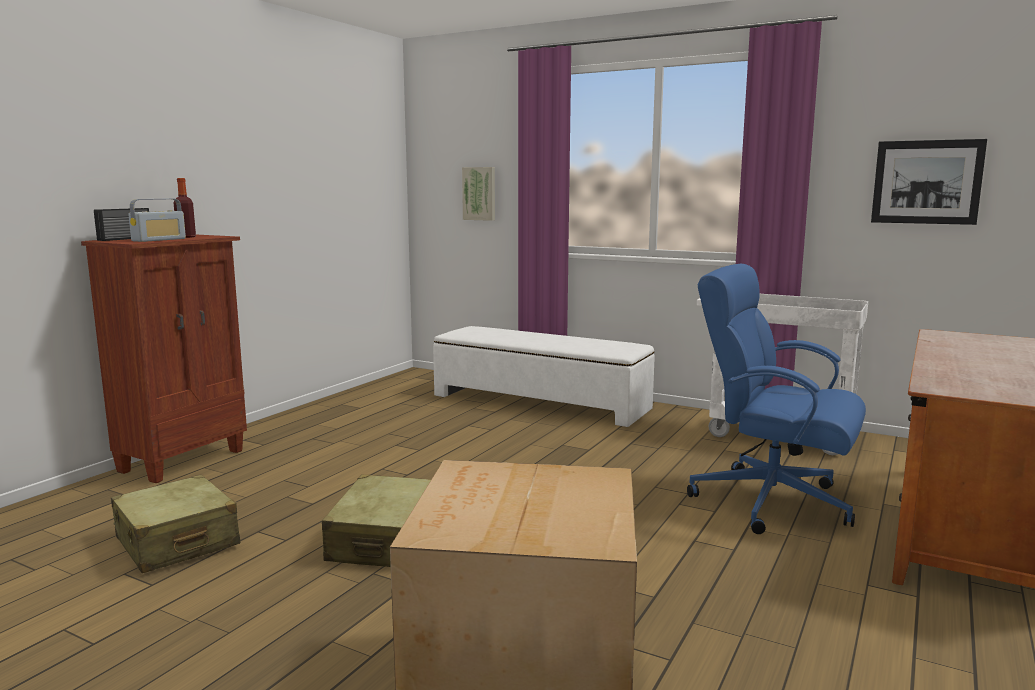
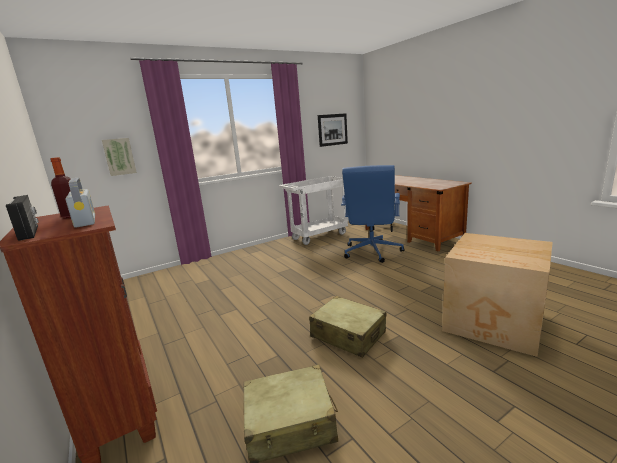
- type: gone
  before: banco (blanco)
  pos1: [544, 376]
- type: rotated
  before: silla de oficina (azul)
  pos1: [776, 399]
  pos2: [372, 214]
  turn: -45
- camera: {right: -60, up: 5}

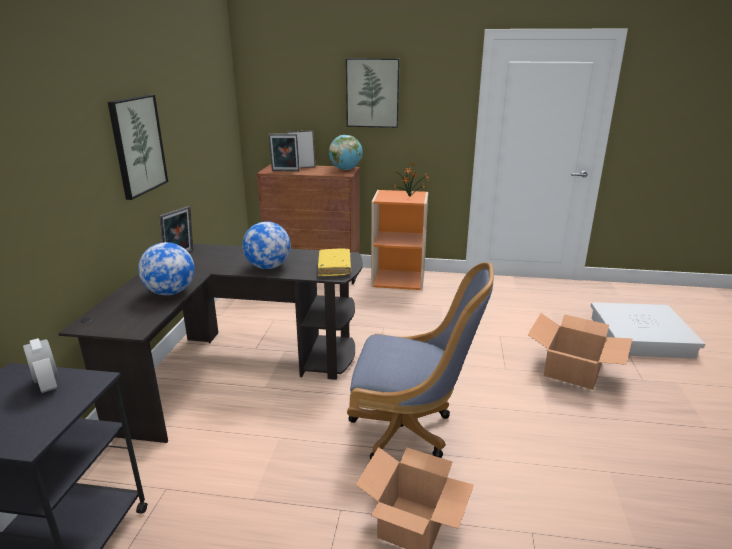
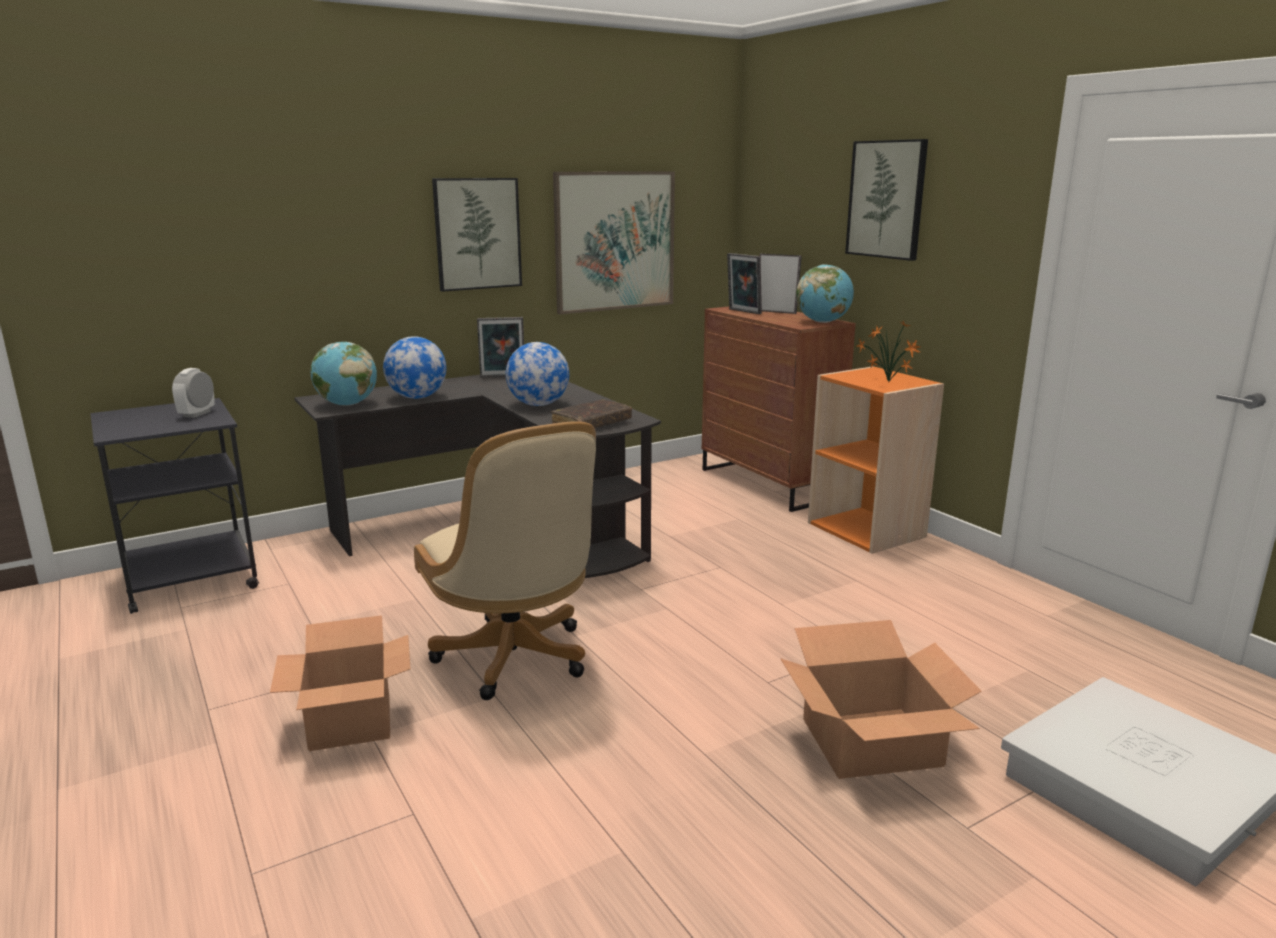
- type: repainted
  before: libro (amarillo)
  after: libro (marrón)
  pos1: [334, 262]
  pos2: [591, 413]
- type: repainted
  before: silla de oficina (azul)
  after: silla de oficina (beis)
  pos1: [420, 361]
  pos2: [505, 560]
- type: new
  after: globo terráqueo
  pos2: [344, 374]
- type: new
  after: cuadro
  pos2: [614, 242]
- camera: {right: 50, up: -5}

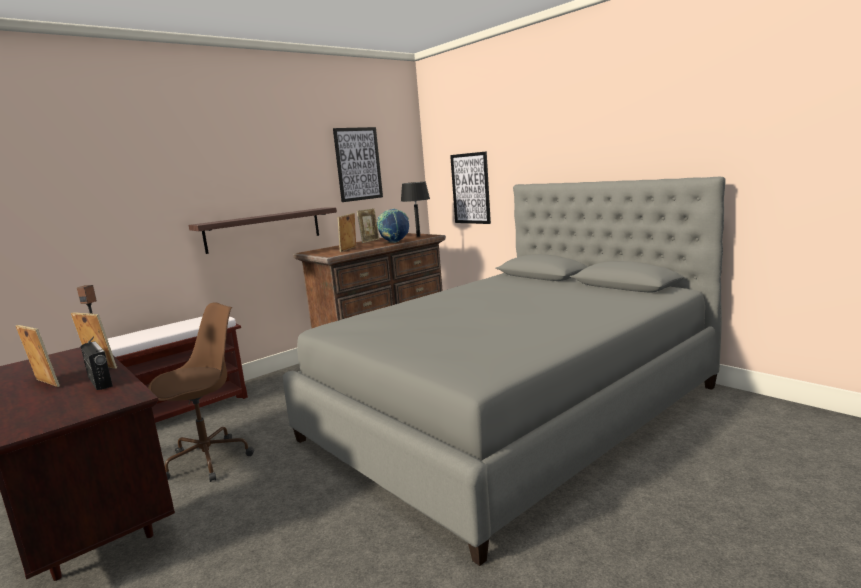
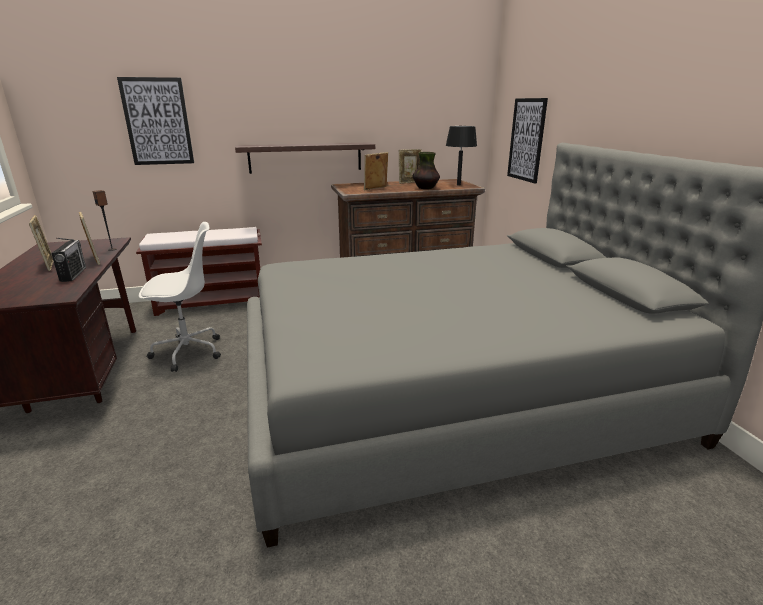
- type: repainted
  before: silla de oficina (marrón)
  after: silla de oficina (blanco)
  pos1: [201, 392]
  pos2: [180, 297]
- type: shifted
  before: cuadro
  pos1: [358, 164]
  pos2: [155, 121]
- type: swapped
  before: globo terráqueo
  after: florero
  pos1: [393, 225]
  pos2: [426, 170]
- camera: {right: 25, up: 10}

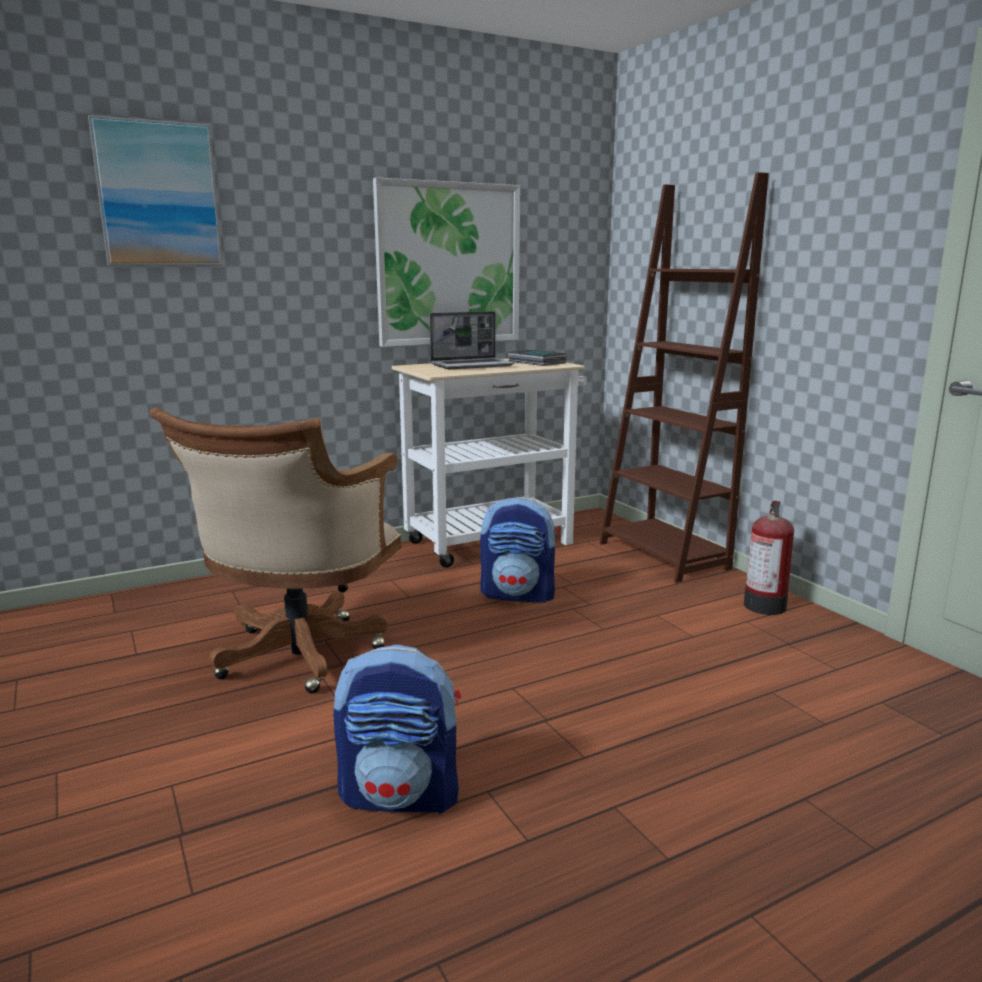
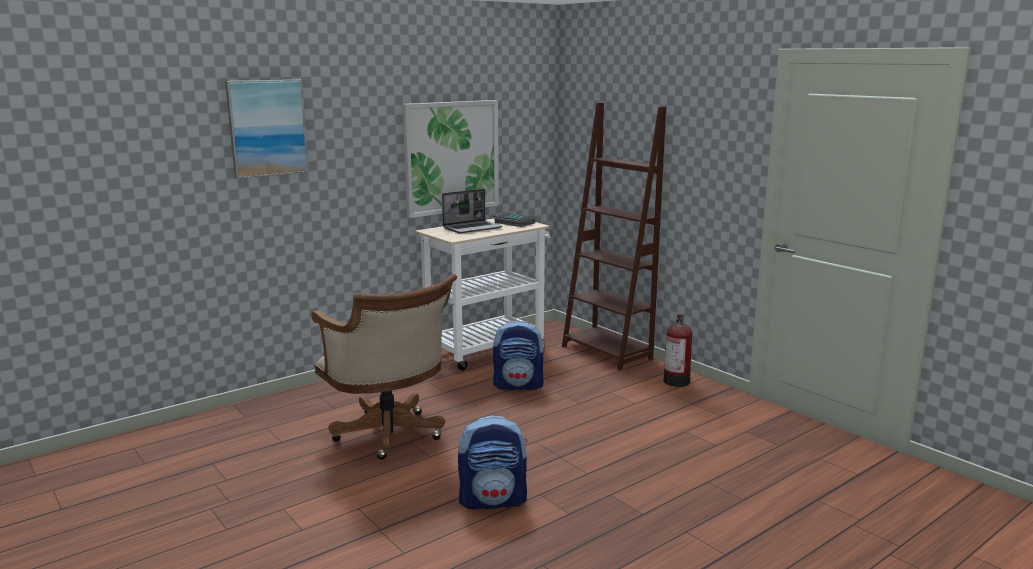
- type: rotated
  before: silla de oficina
  pos1: [276, 550]
  pos2: [384, 367]
  turn: -45
- camera: {right: -10, up: 0}

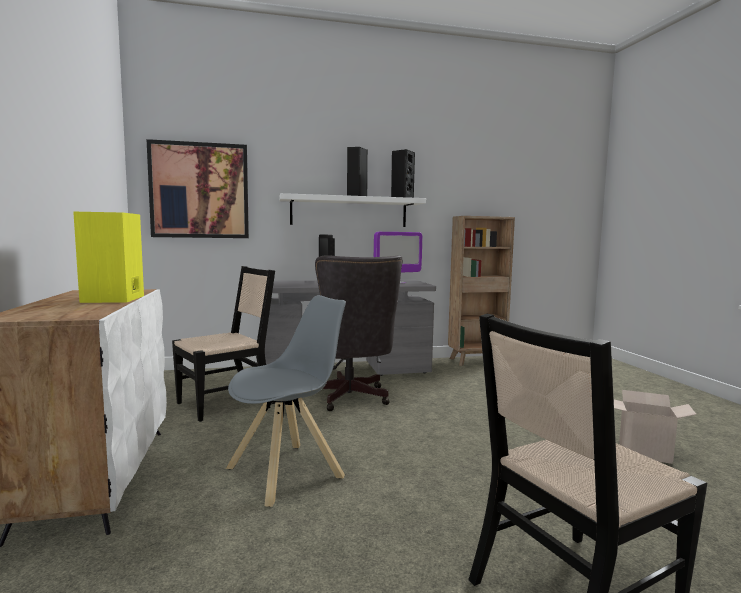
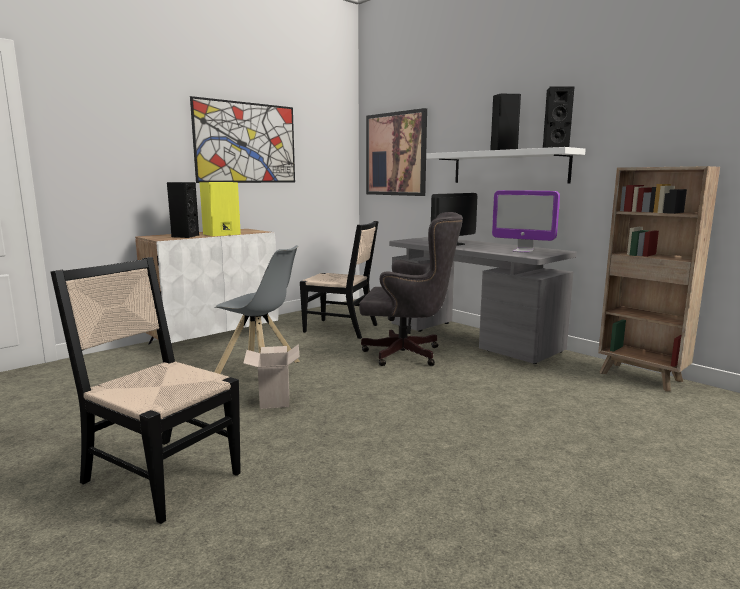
- type: rotated
  before: silla de oficina (gris)
  pos1: [359, 333]
  pos2: [411, 289]
  turn: -120
- type: shifted
  before: caja de cartón
  pos1: [655, 427]
  pos2: [271, 376]
- type: new
  after: altavoz (negro)
  pos2: [183, 210]
- type: new
  after: cuadro
  pos2: [242, 139]
- camera: {right: 60, up: 5}

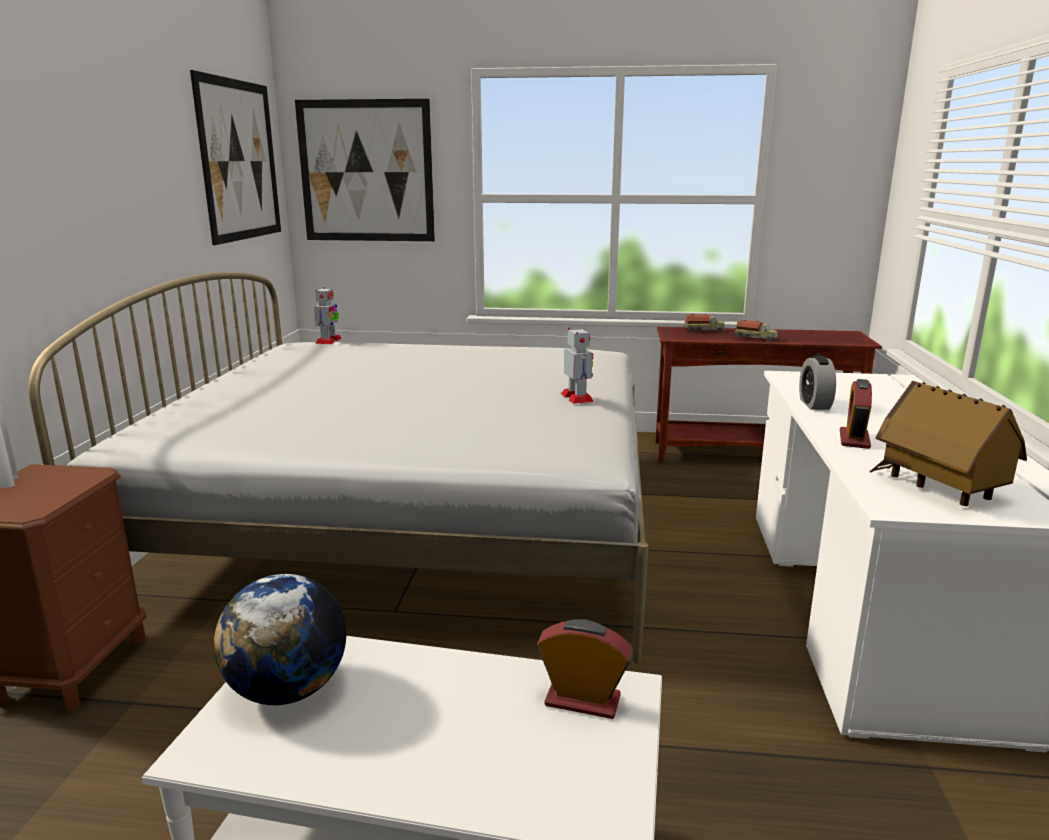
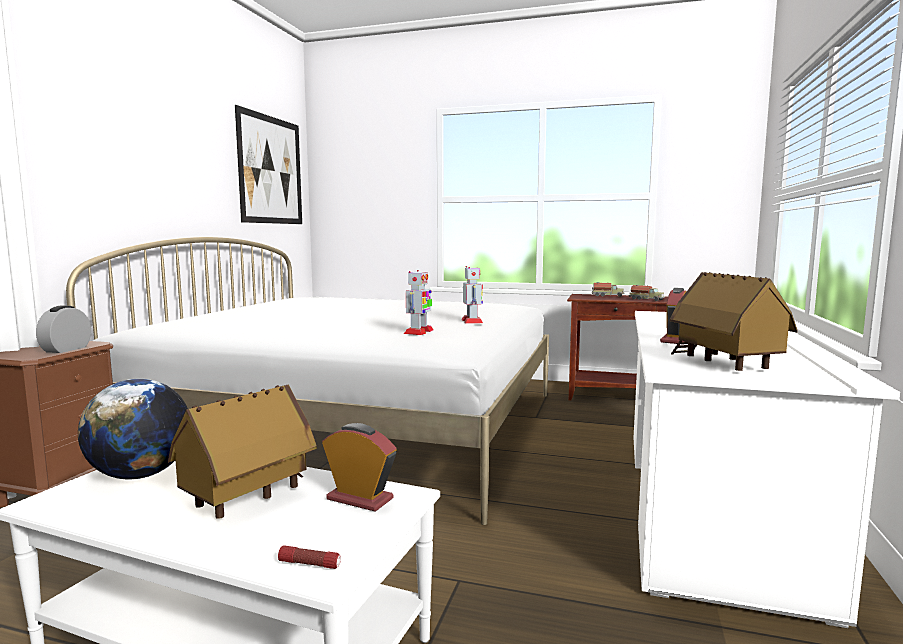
- type: gone
  before: cuadro
  pos1: [365, 170]
- type: shifted
  before: robot de juguete
  pos1: [328, 315]
  pos2: [418, 302]
- type: shifted
  before: despertador
  pos1: [817, 383]
  pos2: [63, 329]
- type: new
  after: casita
  pos2: [242, 451]
- type: new
  after: linterna
  pos2: [309, 557]
- camera: {right: 10, up: -10}

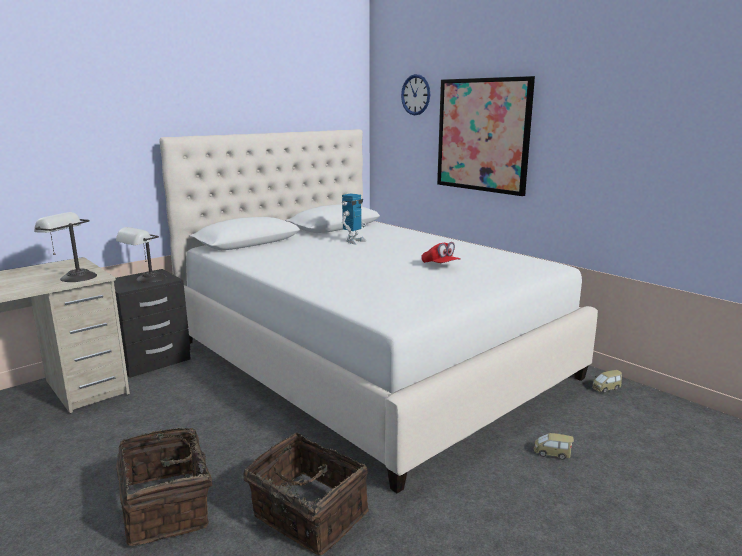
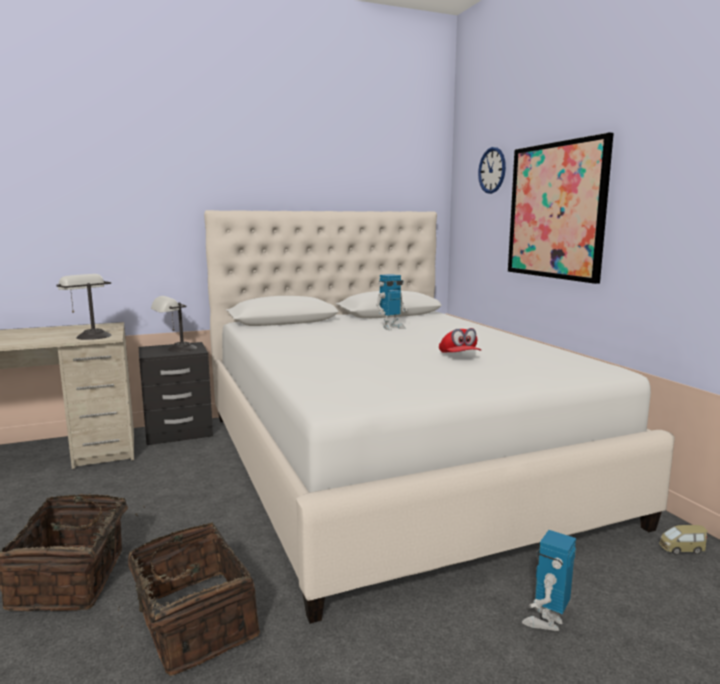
- type: swapped
  before: coche de juguete
  after: robot de juguete
  pos1: [554, 446]
  pos2: [549, 580]
- camera: {right: 20, up: -5}

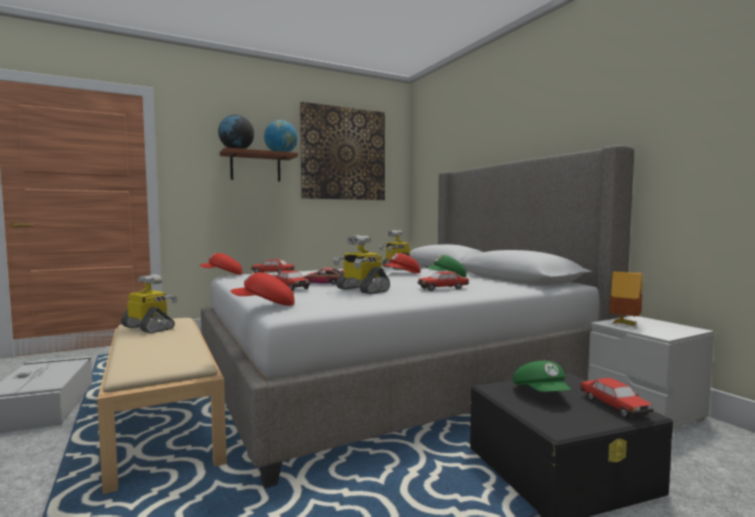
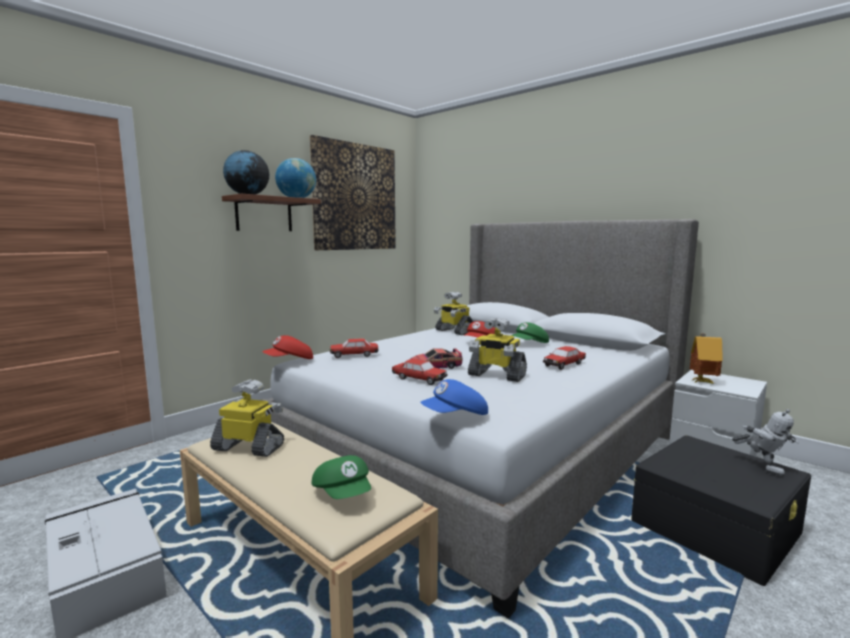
- type: repainted
  before: gorra (rojo)
  after: gorra (azul)
  pos1: [262, 289]
  pos2: [454, 397]
- type: shifted
  before: gorra (verde)
  pos1: [542, 376]
  pos2: [341, 477]
- type: swapped
  before: coche de juguete
  after: robot de juguete
  pos1: [616, 398]
  pos2: [765, 442]
- camera: {right: -20, up: 5}

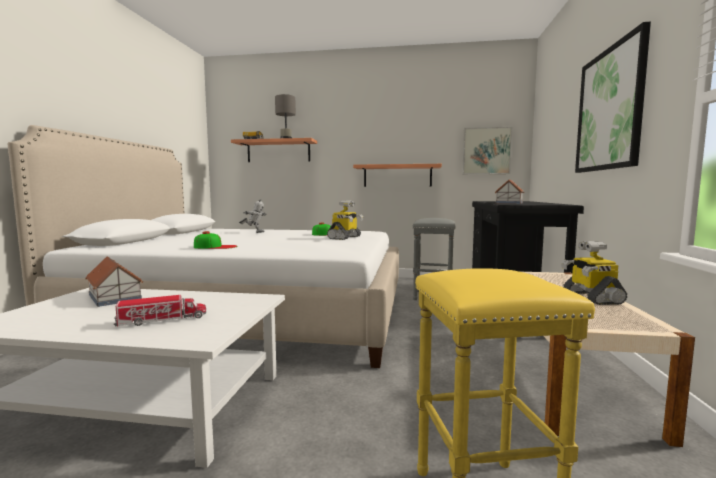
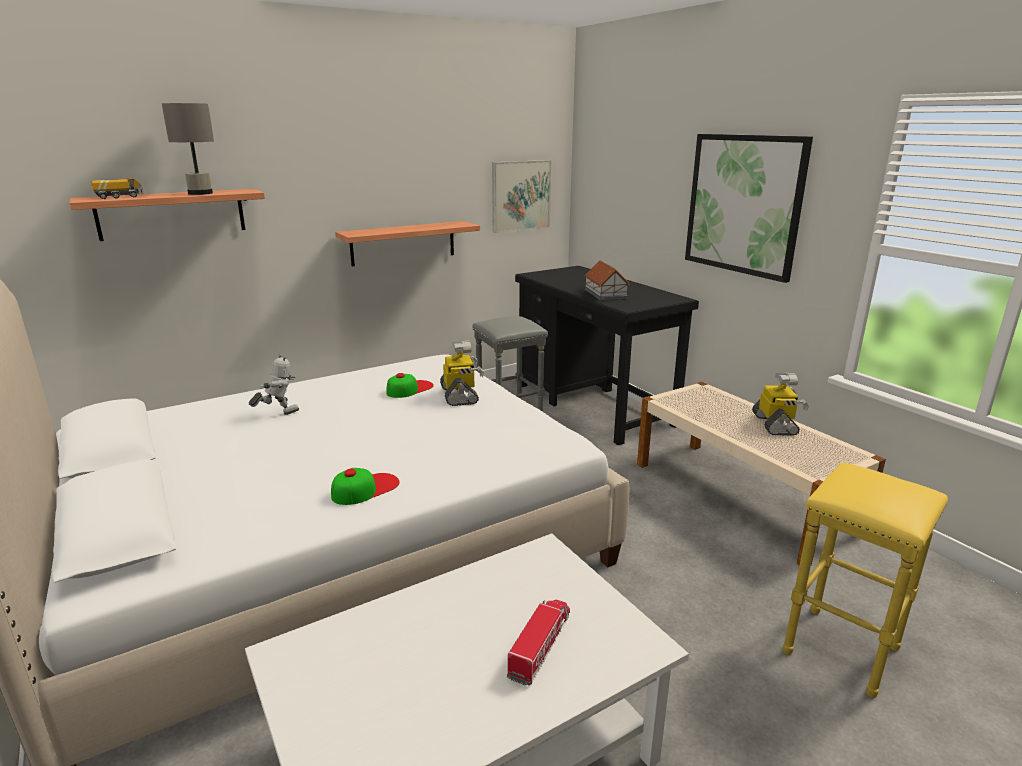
- type: gone
  before: casita
  pos1: [114, 281]
- type: rotated
  before: robot de juguete
  pos1: [594, 273]
  pos2: [780, 404]
  turn: -135
- camera: {right: -40, up: 15}

